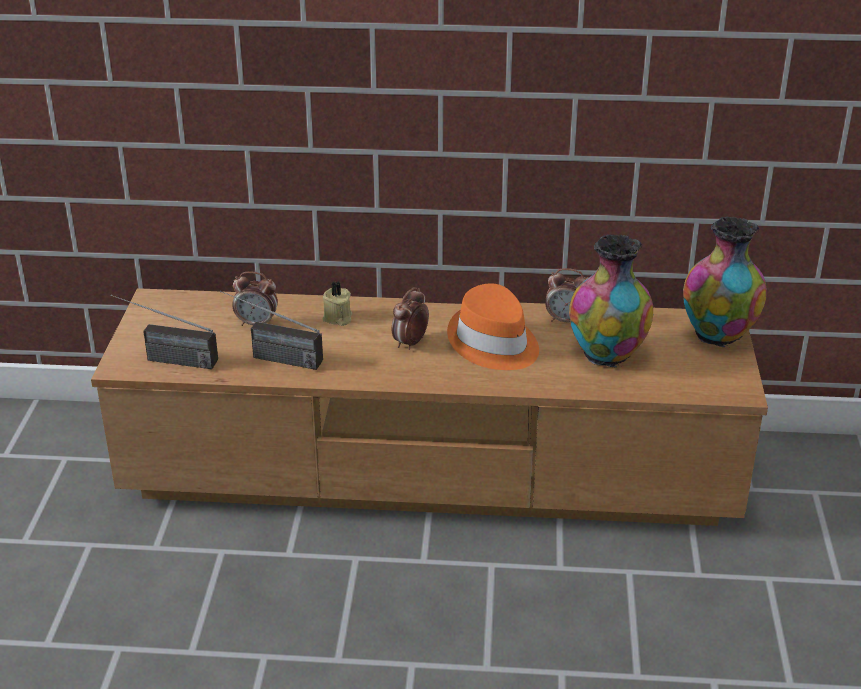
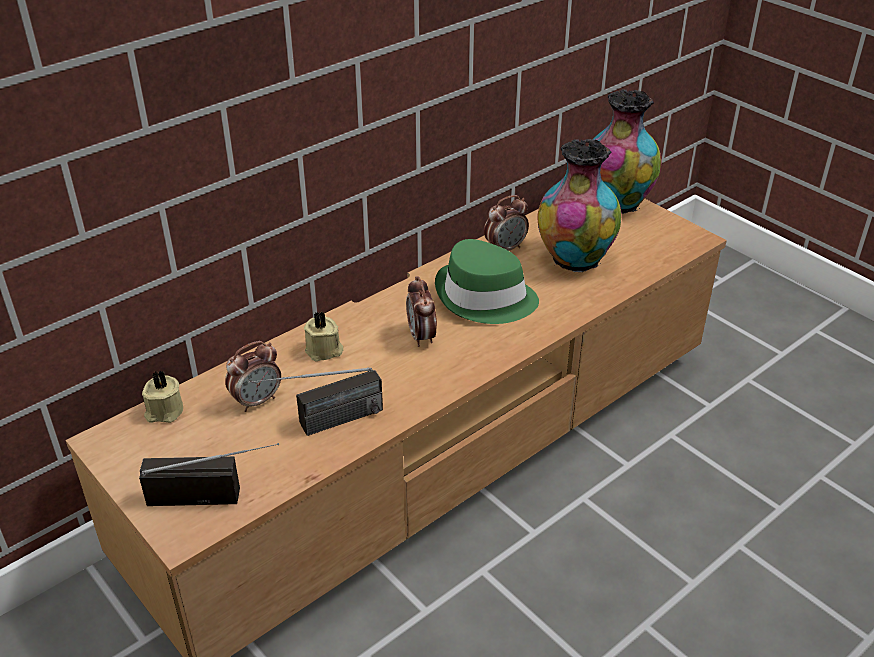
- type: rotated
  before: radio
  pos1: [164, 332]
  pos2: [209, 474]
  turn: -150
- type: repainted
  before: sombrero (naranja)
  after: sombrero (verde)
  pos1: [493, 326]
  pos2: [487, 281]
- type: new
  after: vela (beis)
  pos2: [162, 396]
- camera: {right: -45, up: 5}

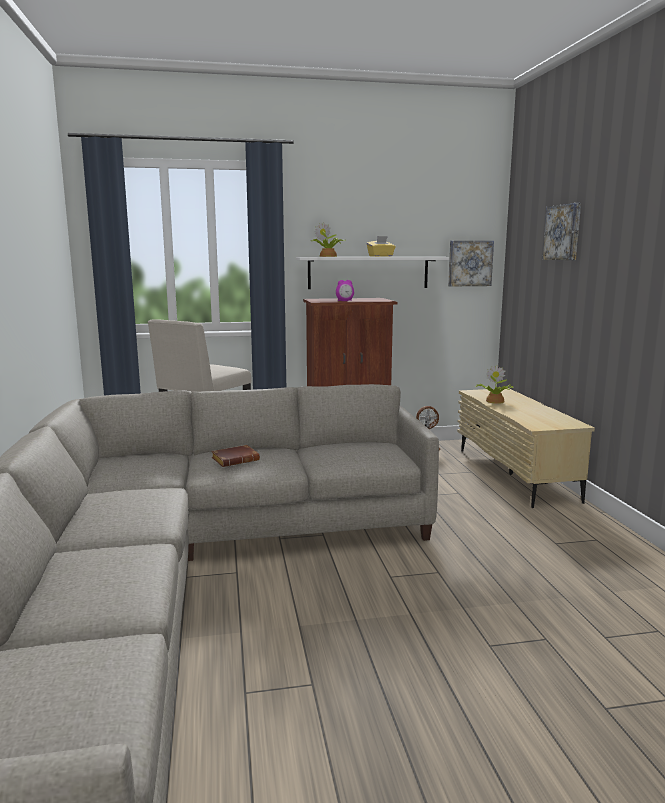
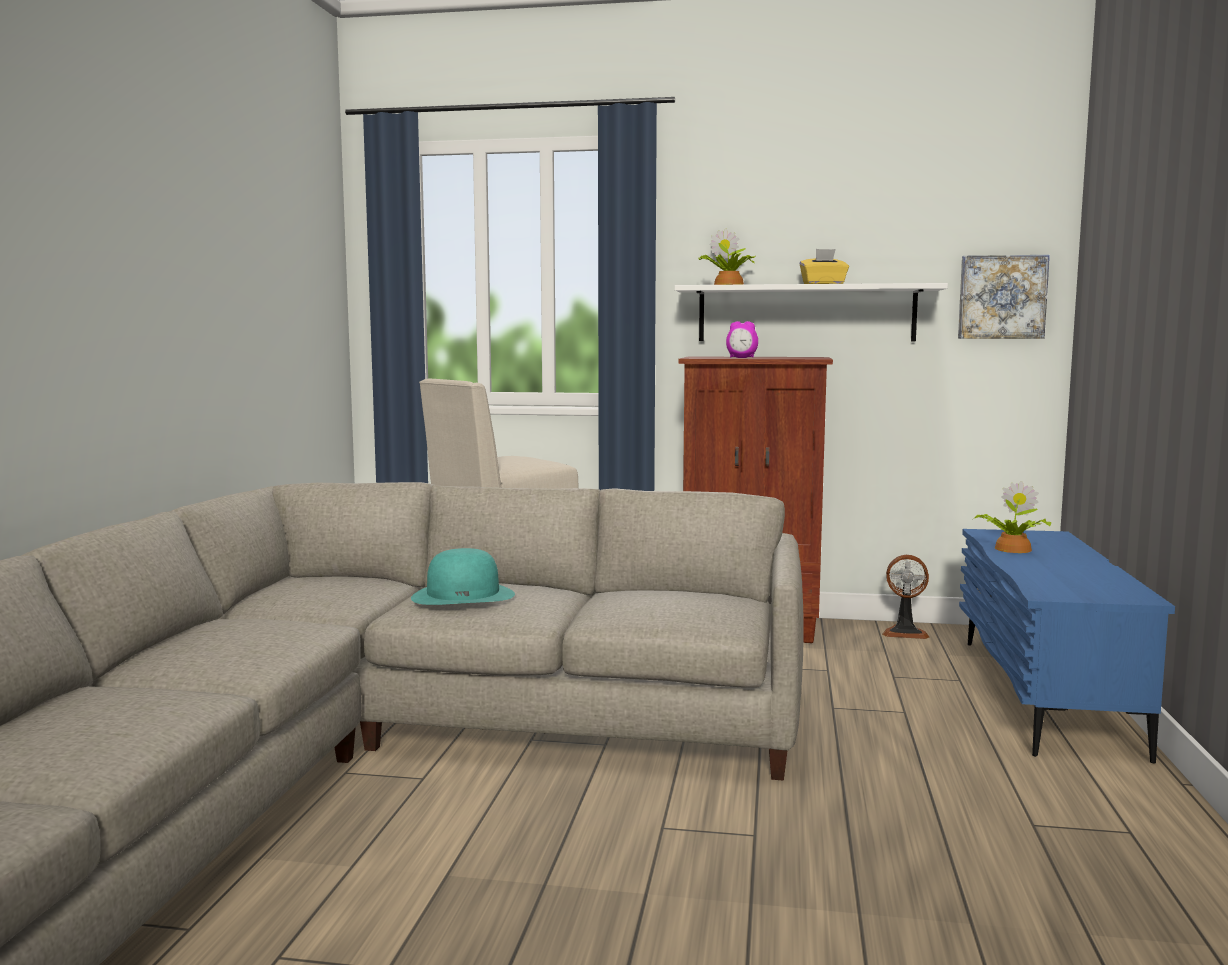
- type: swapped
  before: libro (marrón)
  after: sombrero (turquesa)
  pos1: [235, 456]
  pos2: [463, 576]
- type: repainted
  before: mueble de televisión (beis)
  after: mueble de televisión (azul)
  pos1: [526, 448]
  pos2: [1067, 646]
- type: gone
  before: cuadro
  pos1: [561, 231]
- camera: {right: 20, up: -5}

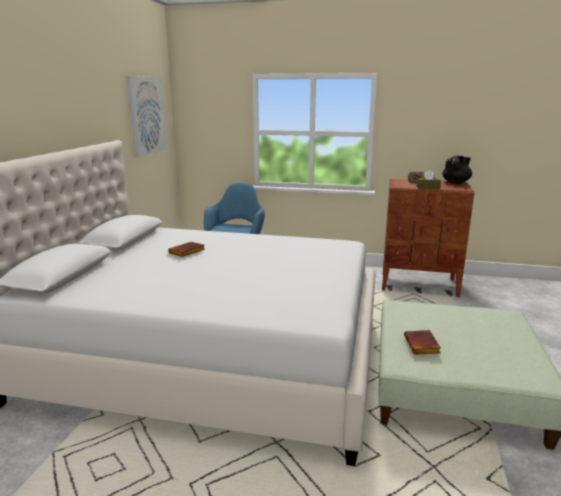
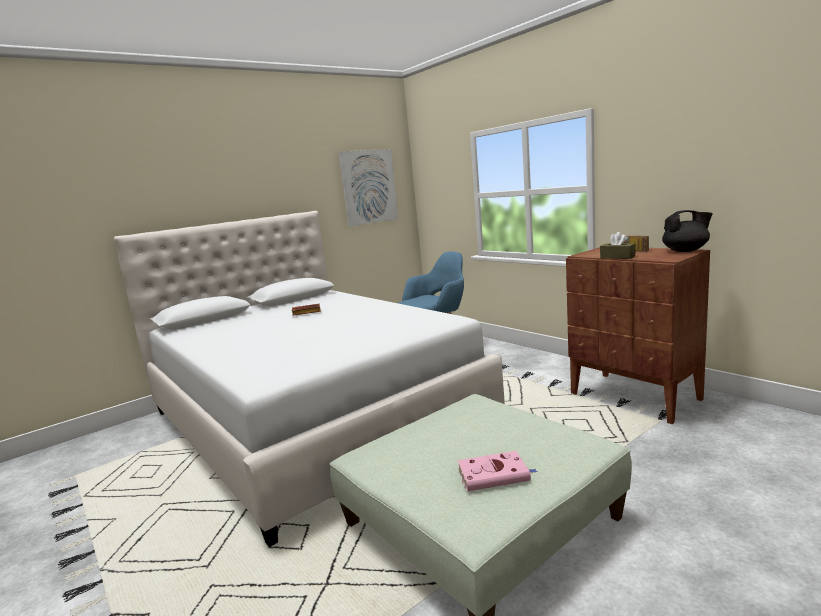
- type: gone
  before: libro (marrón)
  pos1: [422, 342]
- type: new
  after: libro (rosa)
  pos2: [497, 471]
- camera: {right: 40, up: -5}

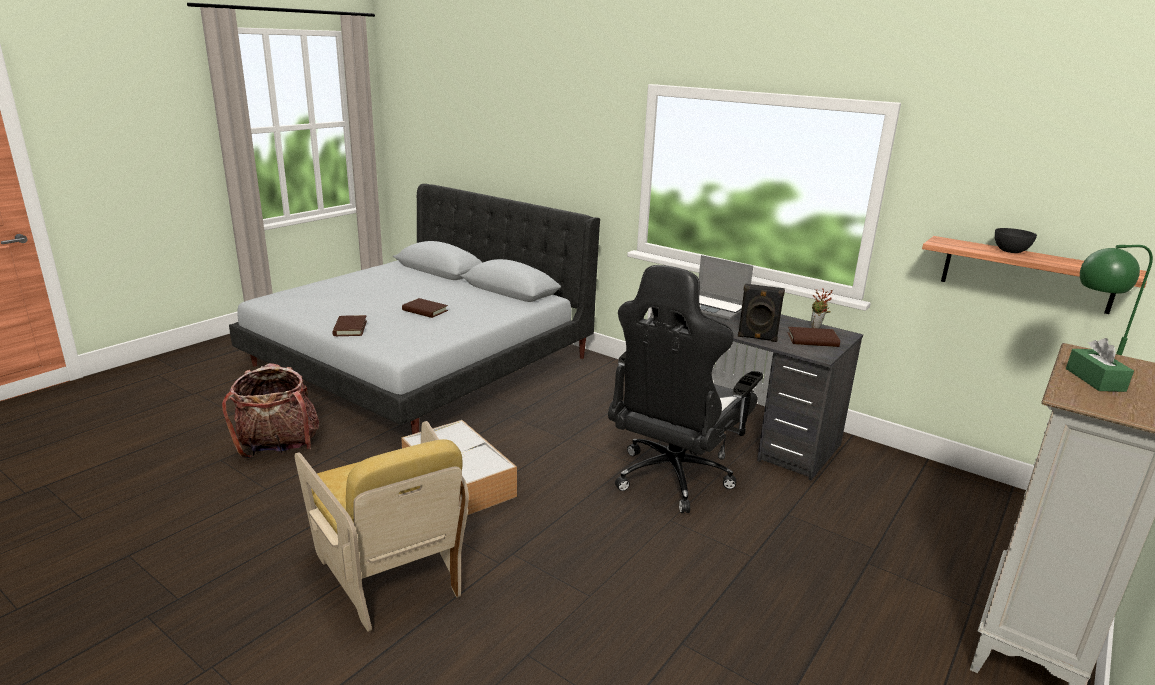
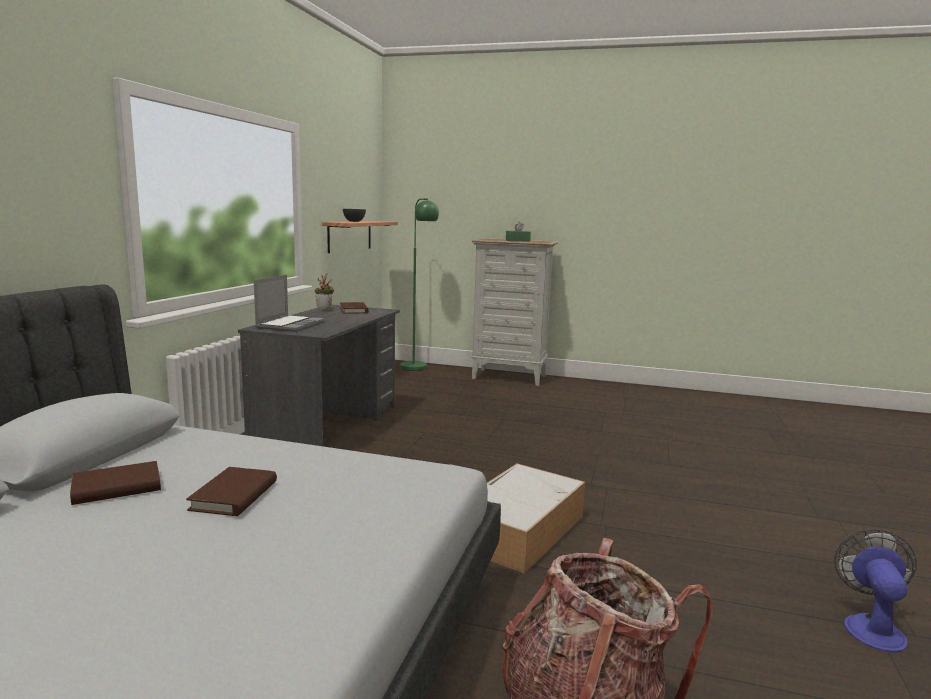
- type: gone
  before: sillón (amarillo)
  pos1: [382, 526]
- type: shifted
  before: libro (marrón)
  pos1: [349, 325]
  pos2: [115, 483]
- type: gone
  before: silla de oficina (negro)
  pos1: [685, 389]
- type: gone
  before: altavoz (negro)
  pos1: [761, 313]
- type: new
  after: ventilador
  pos2: [875, 590]
- camera: {right: -110, up: -10}

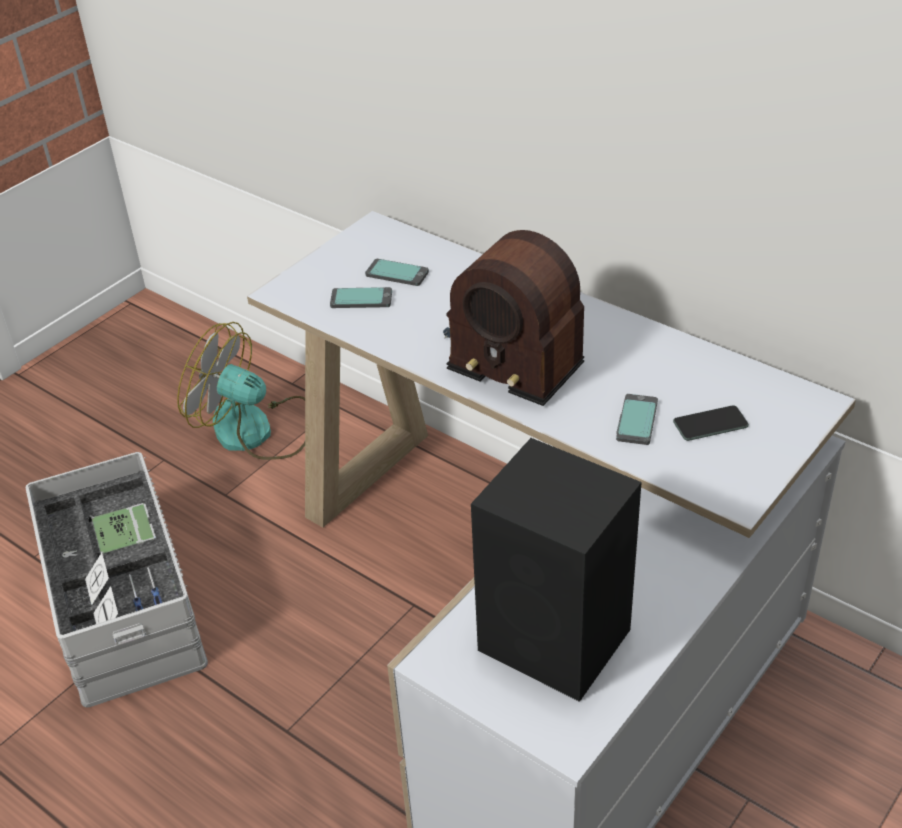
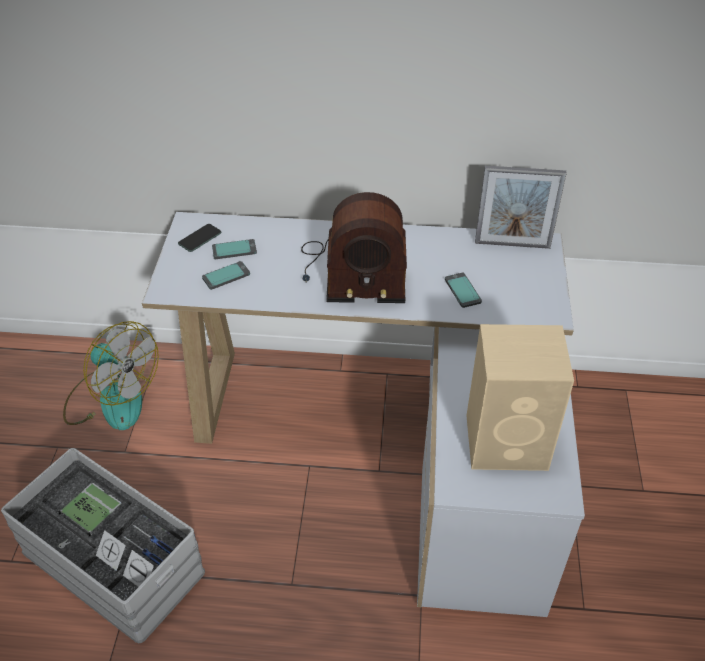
- type: rotated
  before: ventilador
  pos1: [241, 391]
  pos2: [111, 375]
  turn: -135
- type: repainted
  before: altavoz (negro)
  after: altavoz (beis)
  pos1: [556, 570]
  pos2: [520, 397]
- type: shifted
  before: móvil
  pos1: [711, 423]
  pos2: [200, 238]
- type: new
  after: portarretratos
  pos2: [521, 207]
- camera: {right: -35, up: 5}

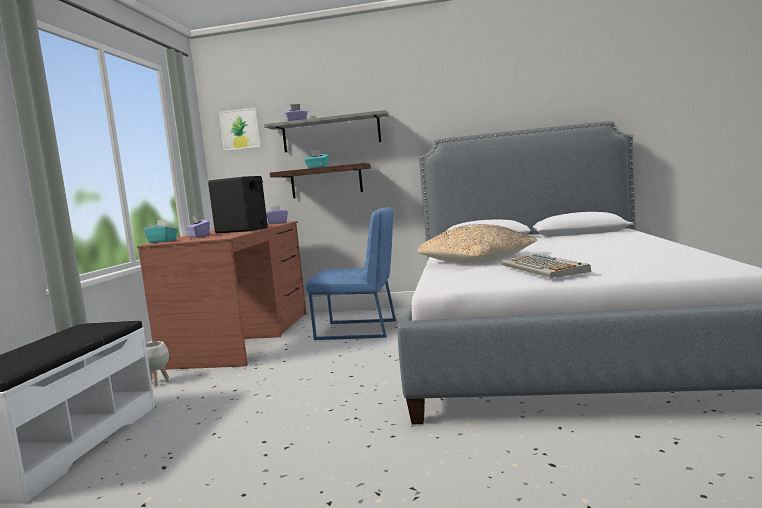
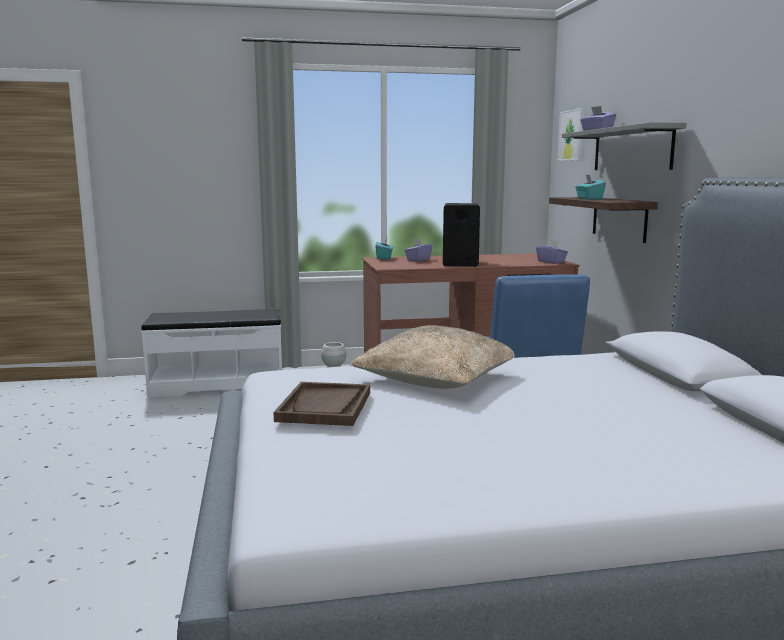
- type: swapped
  before: teclado
  after: bandeja (marrón)
  pos1: [546, 266]
  pos2: [321, 404]
- camera: {right: 70, up: 5}

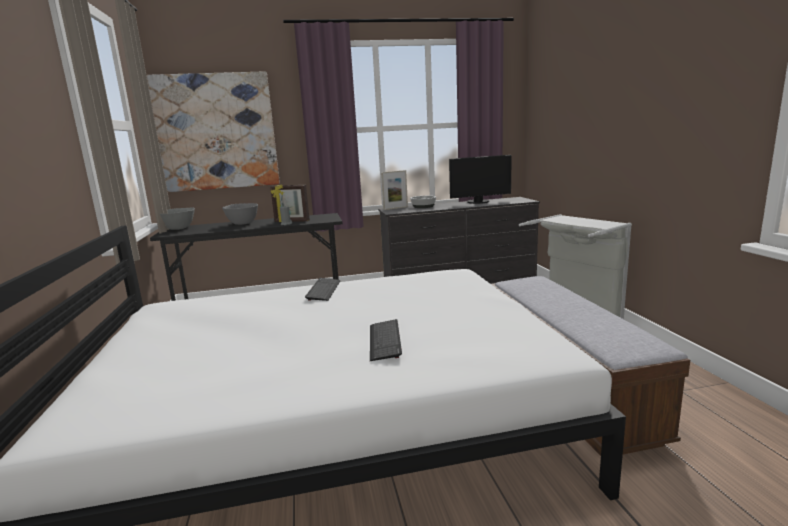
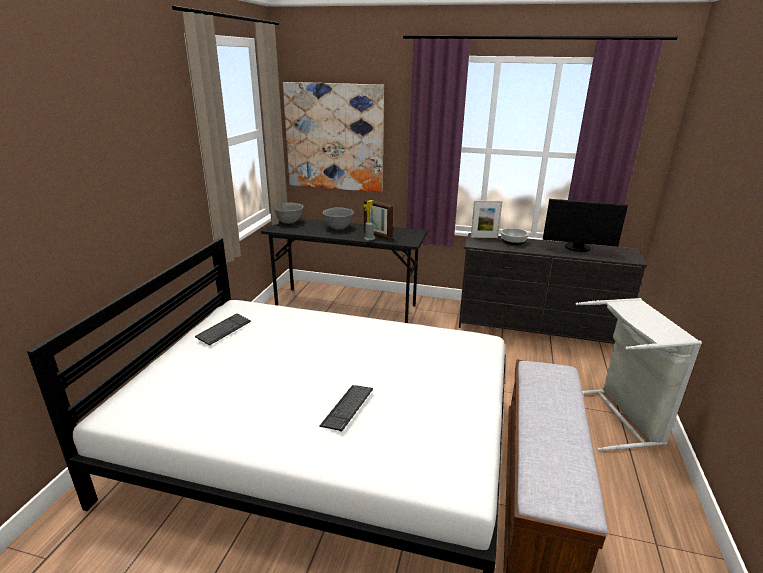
- type: shifted
  before: teclado
  pos1: [322, 289]
  pos2: [223, 330]
- camera: {right: 25, up: 10}

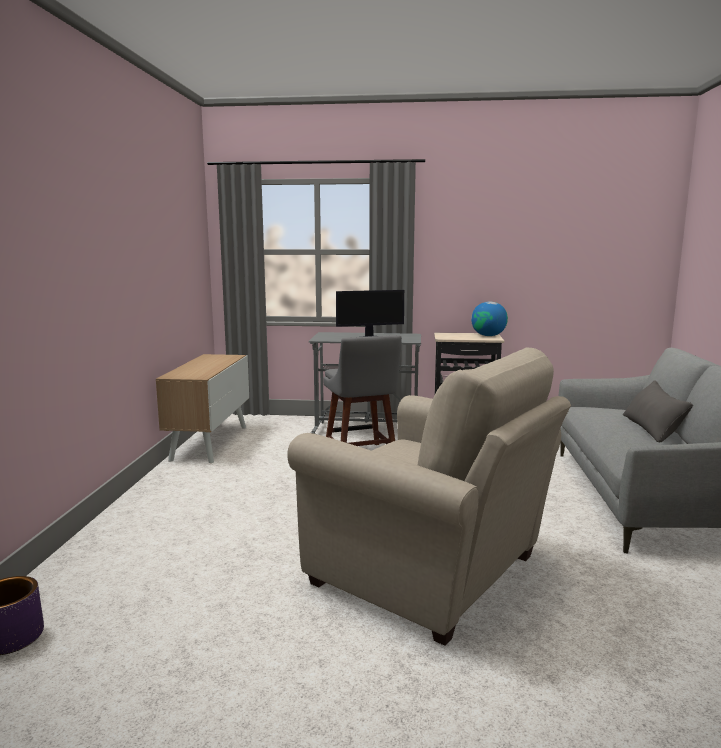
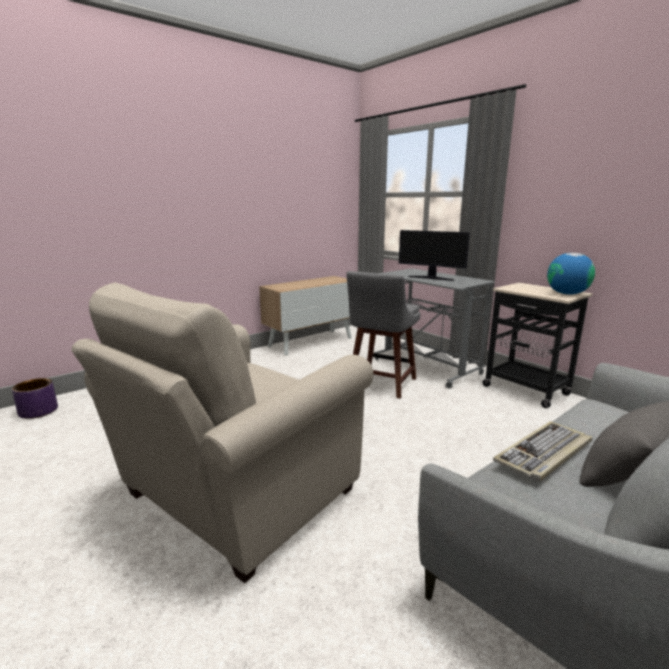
- type: rotated
  before: sillón (beis)
  pos1: [429, 496]
  pos2: [222, 432]
  turn: 45
- type: new
  after: teclado
  pos2: [542, 451]
- camera: {right: 45, up: 5}

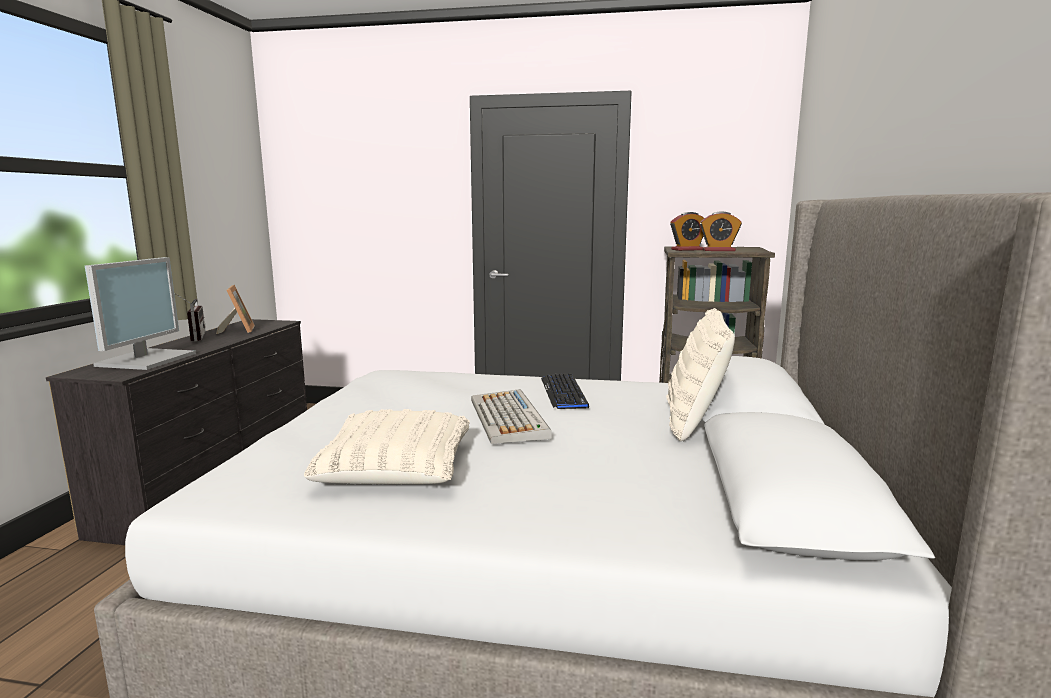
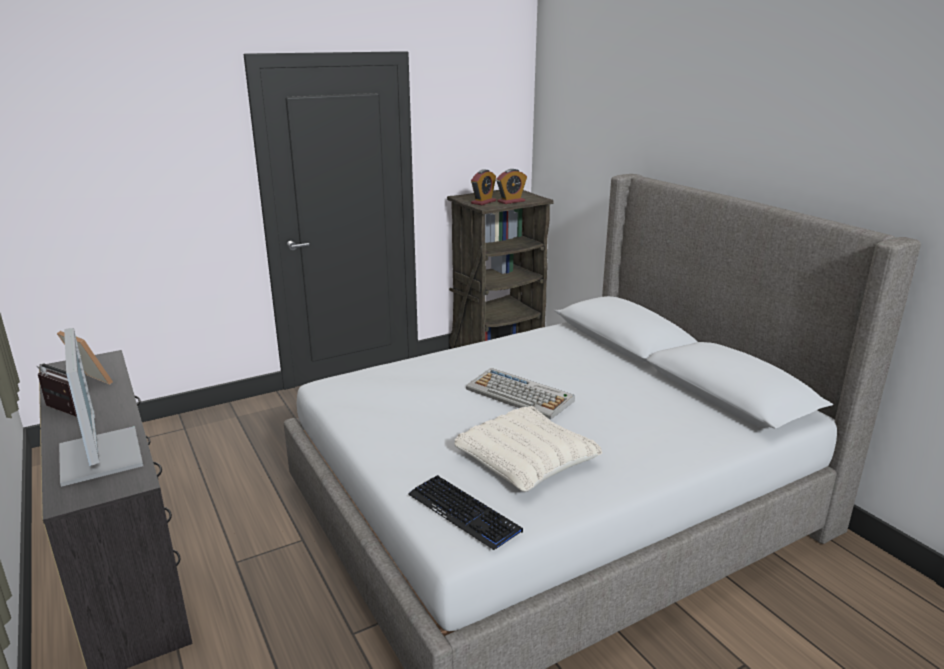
- type: shifted
  before: teclado
  pos1: [565, 391]
  pos2: [465, 512]
- type: gone
  before: cojín (beis)
  pos1: [700, 374]
- camera: {right: -40, up: 10}

